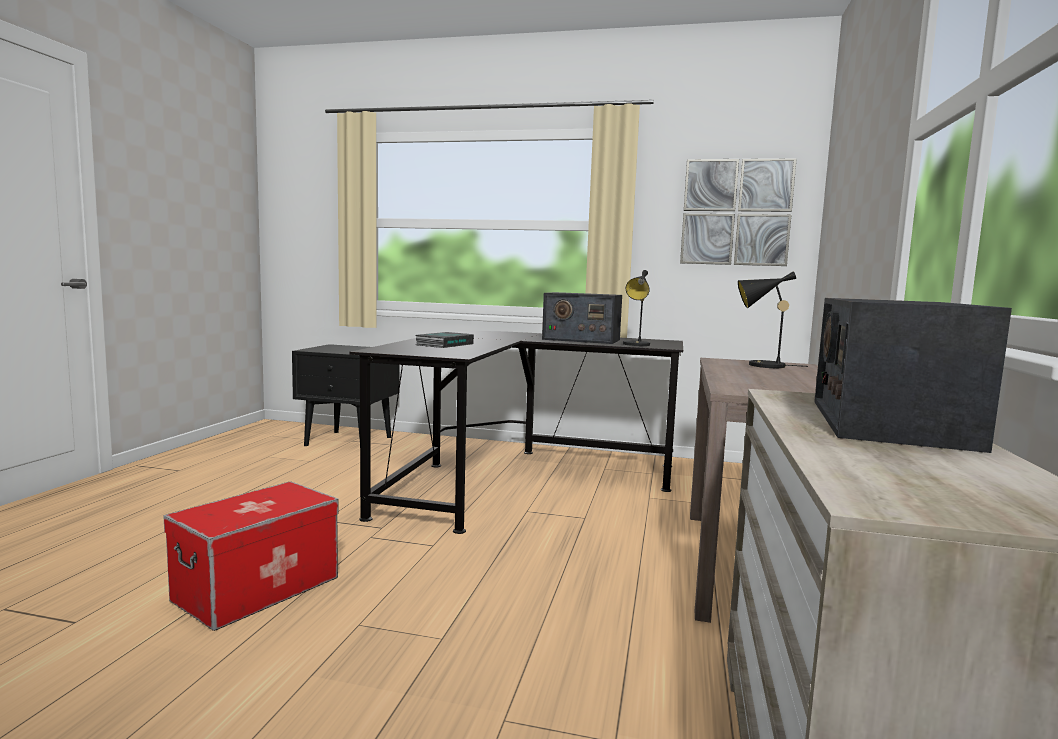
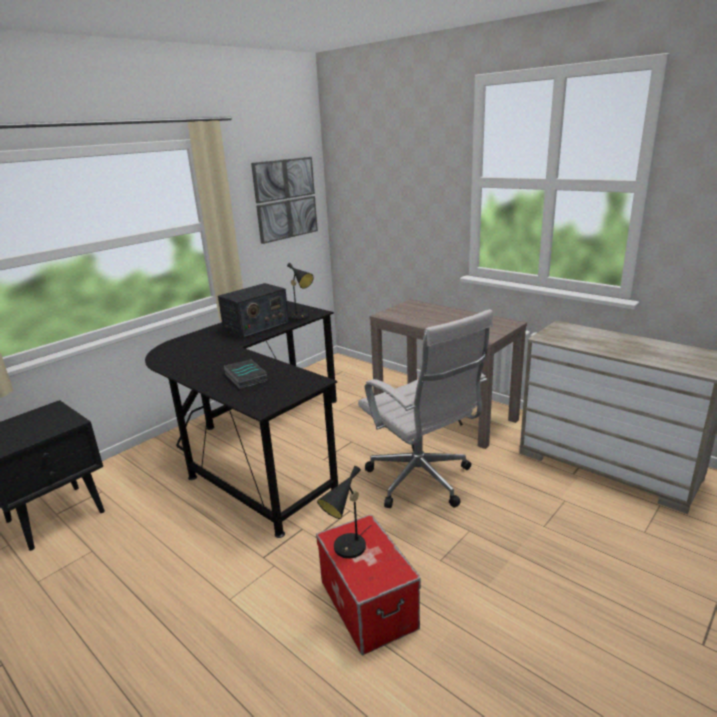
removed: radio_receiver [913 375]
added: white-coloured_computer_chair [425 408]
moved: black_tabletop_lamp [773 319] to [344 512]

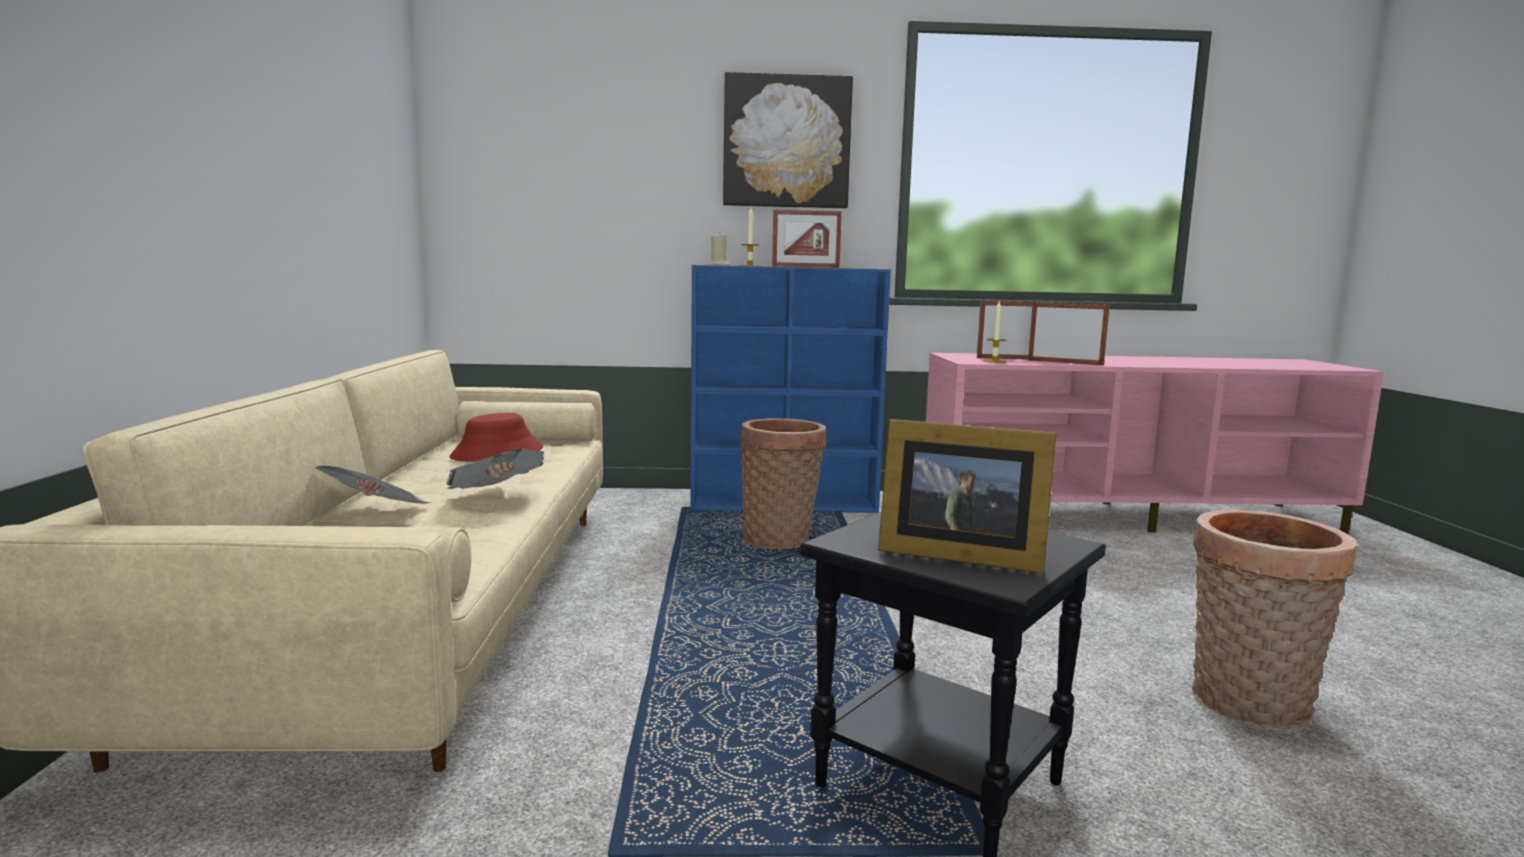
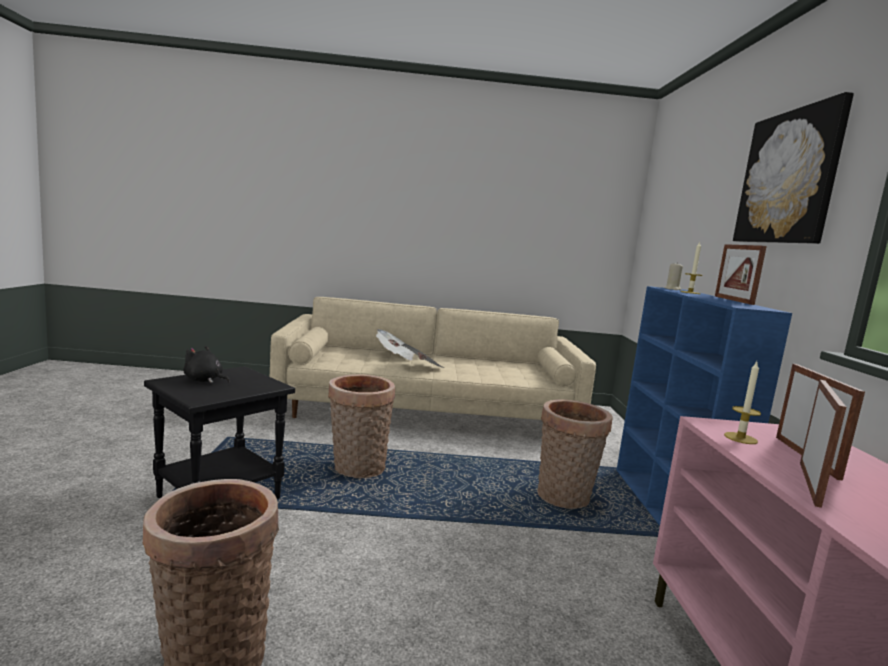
removed: reddish_wearable_hat [497 437]
added: storage_basket [361 426]
replaced: photo_frame [967 496] to black_plush_toy [206 364]

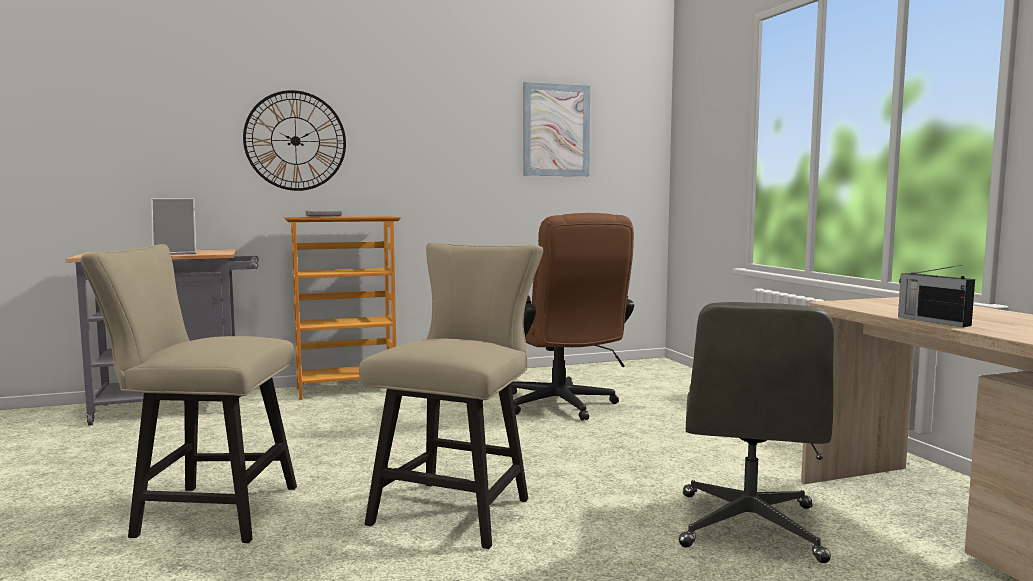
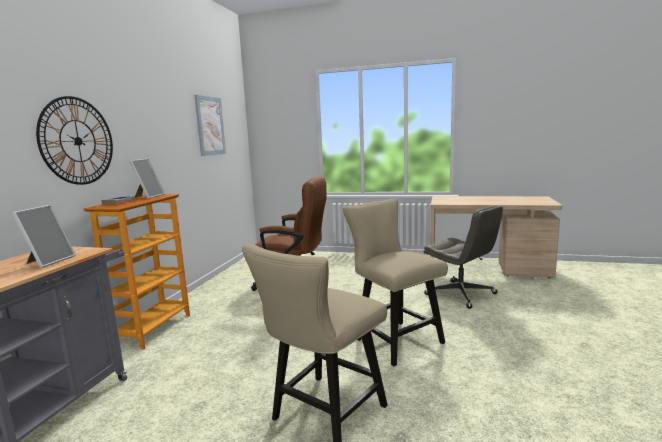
removed: radio_receiver [936 296]
added: photo_frame [147 179]

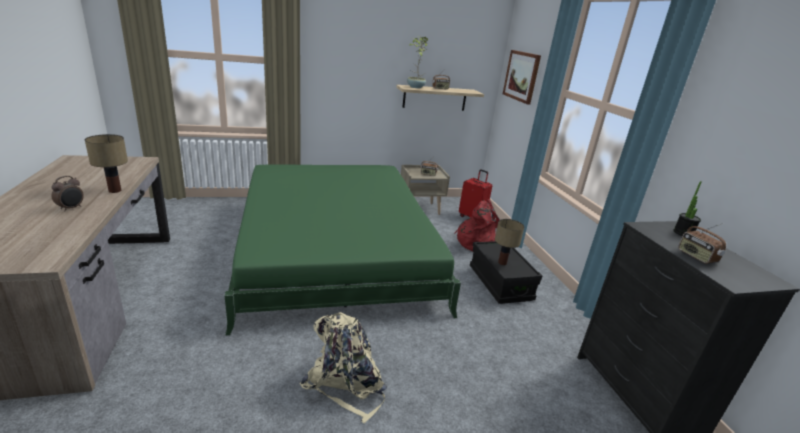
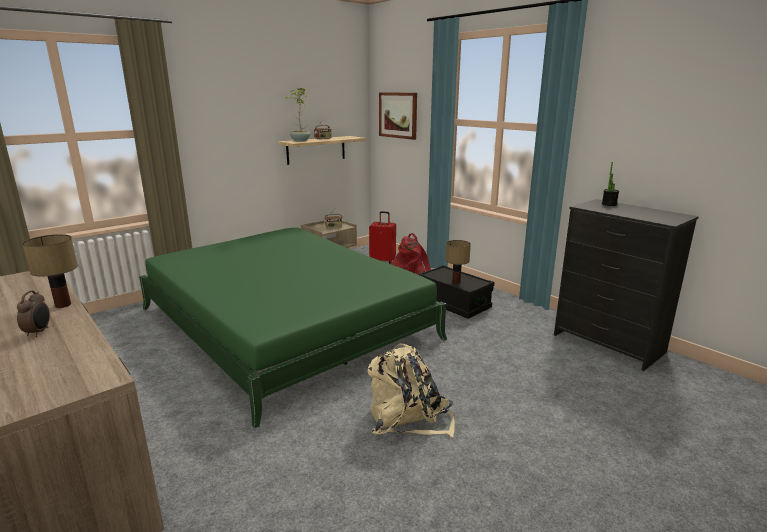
removed: radio_receiver [702 243]

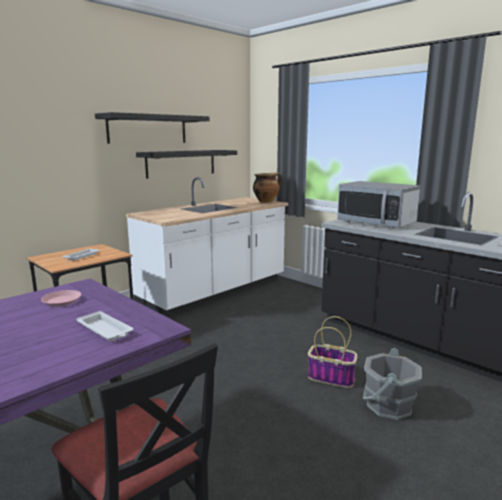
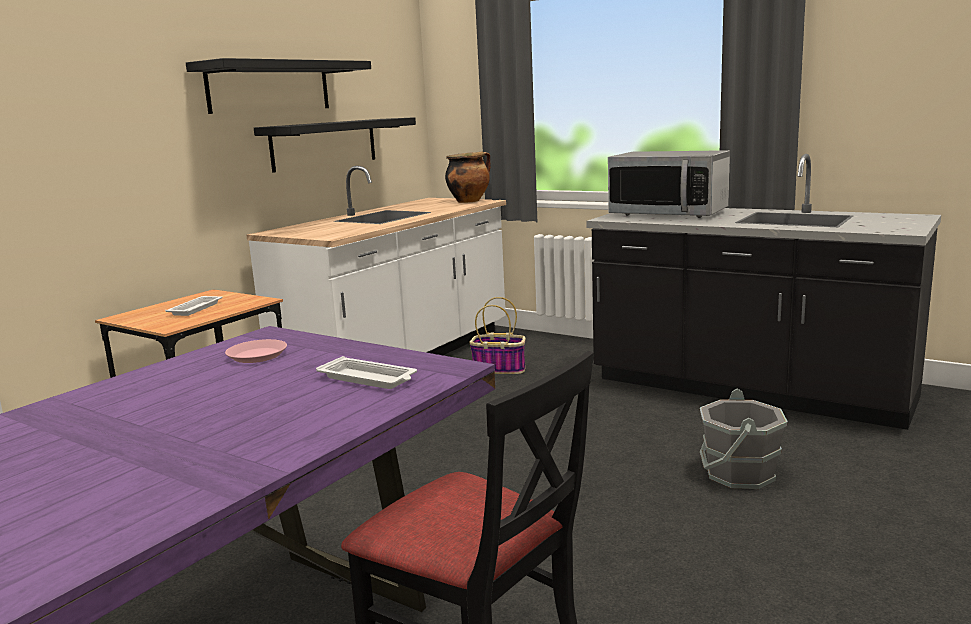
moved: storage_basket [332 352] to [497 335]

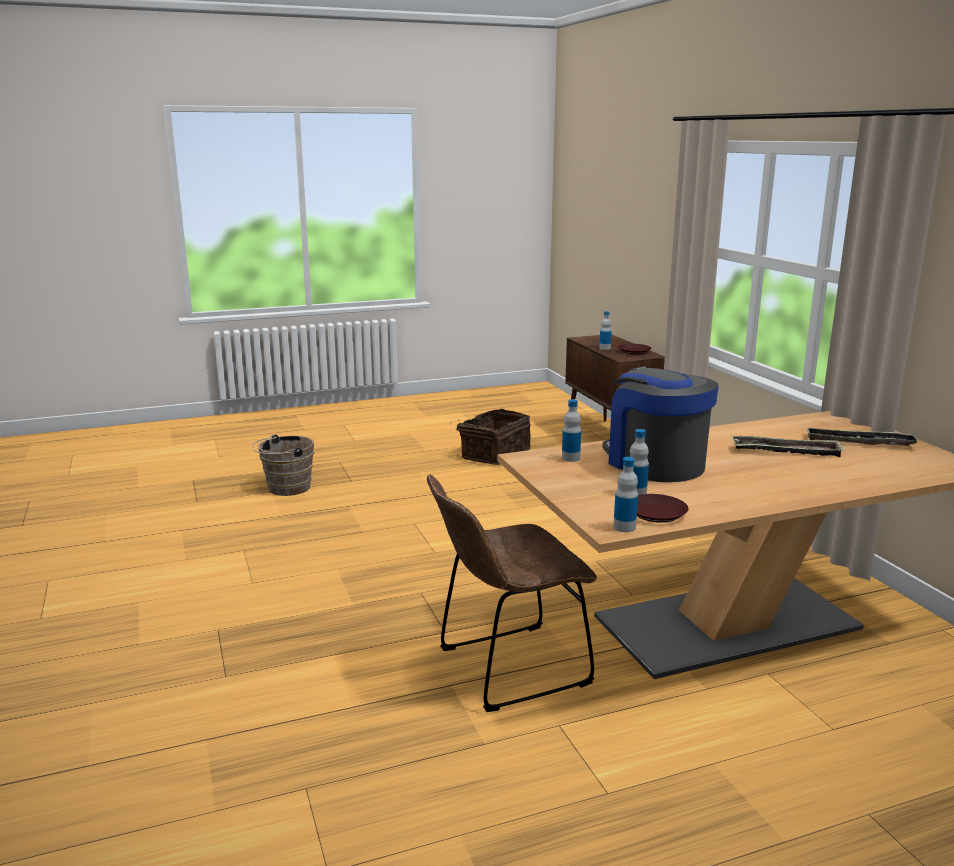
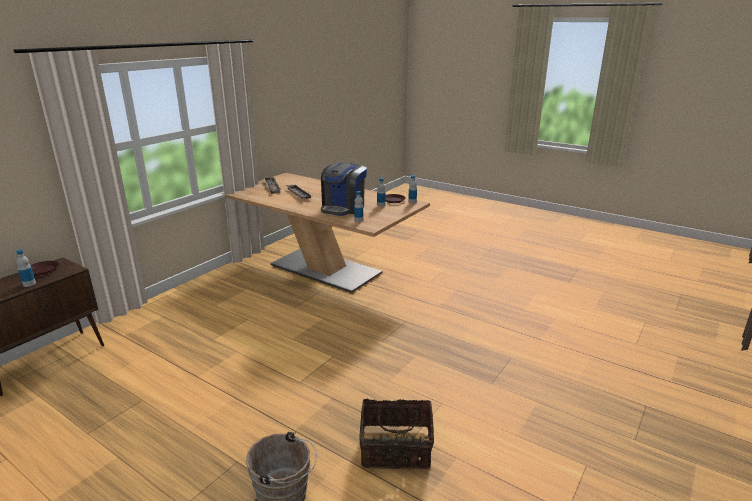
removed: brown_upright_chair [512 593]
moved: storage_basket [494 437] to [396 434]

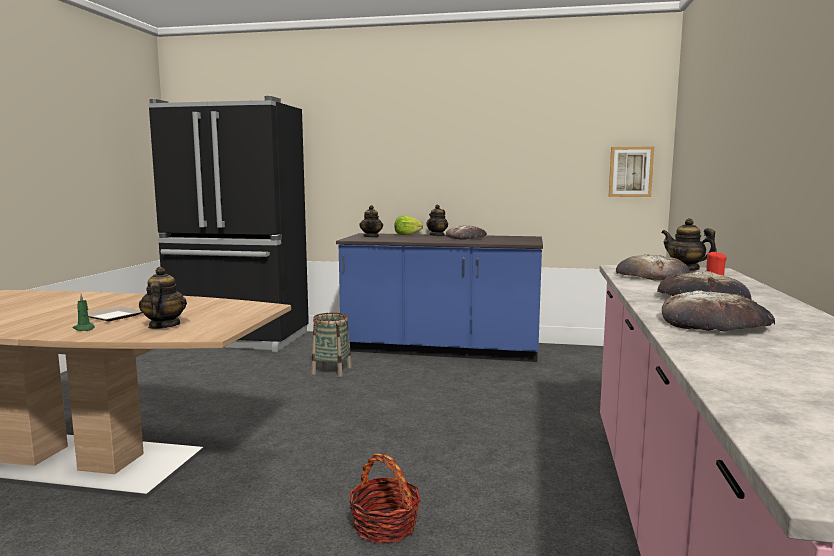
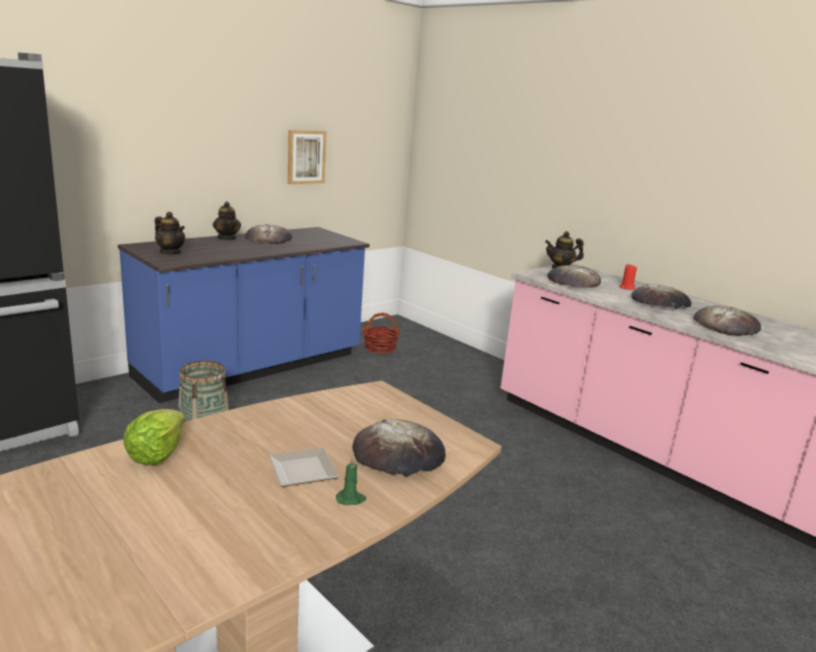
moved: storage_basket [385 498] to [381 333]; lettuce_head [408 225] to [154 437]; wall_picture [631 172] to [307 157]
replaced: pot_for_tea [163 298] to baked_bread [399 448]

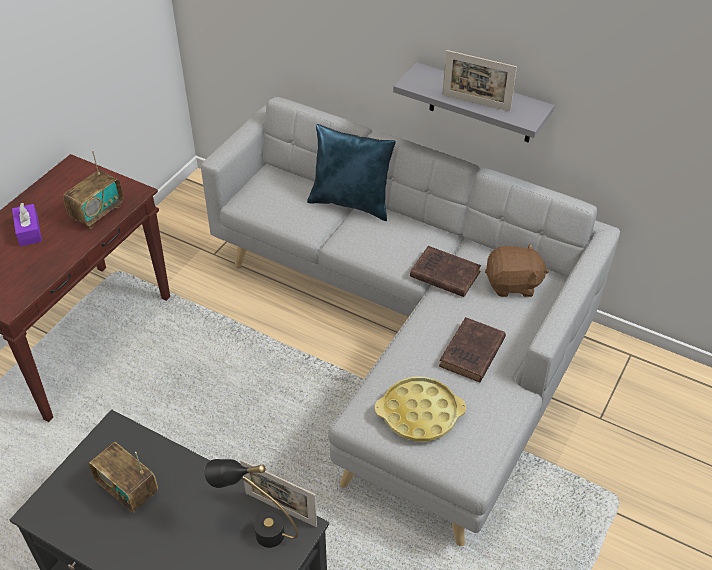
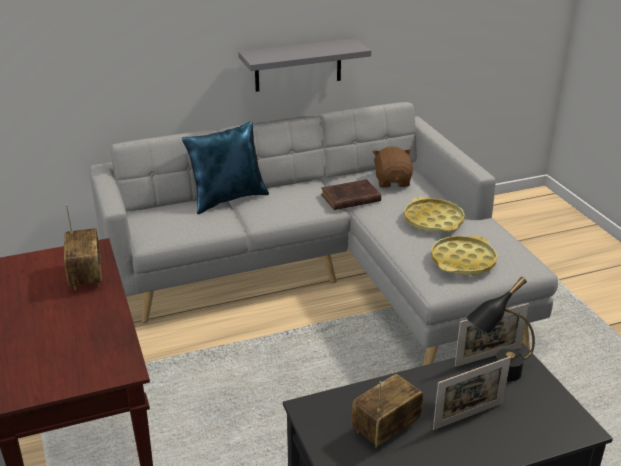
removed: purple-coloured_tissue_box [27 224]
moved: photo_frame [479 80] to [472 393]
replaced: brown_bound_book [472 349] to yellow-coloured_carrying_tray [434 214]
turned: radio_receiver [123 477] = [387 411] 150 degrees clockwise; brown_plush_toy [517 270] = [393 167] 45 degrees counterclockwise

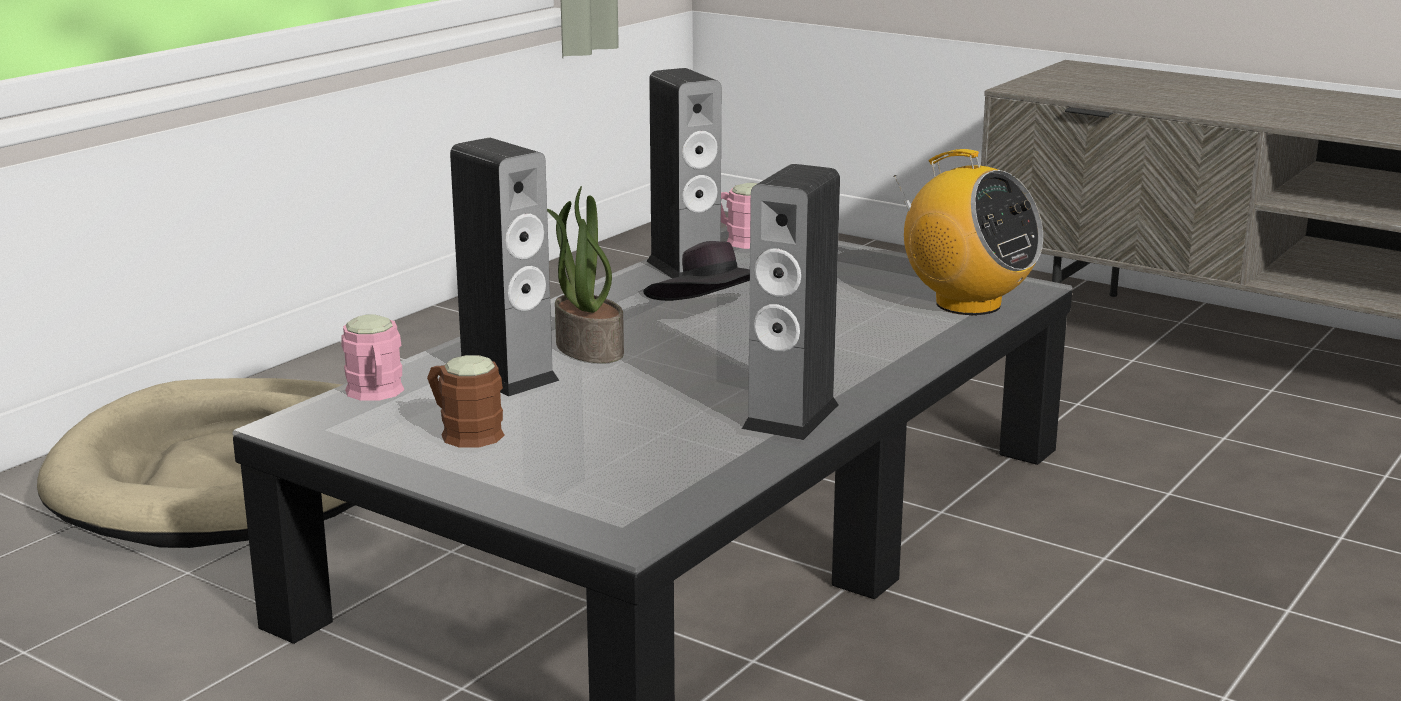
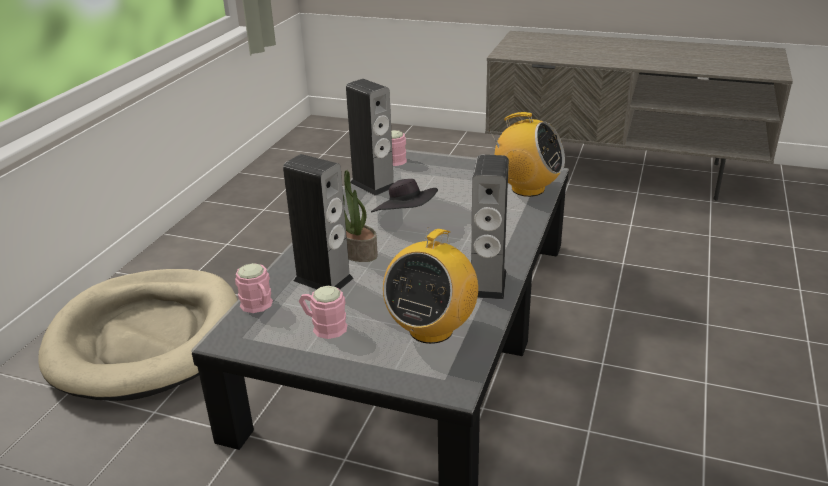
added: radio_receiver [430 285]
recoloured: brown_tea_mug [465 401] to pink-coloured_tea_mug [323 312]

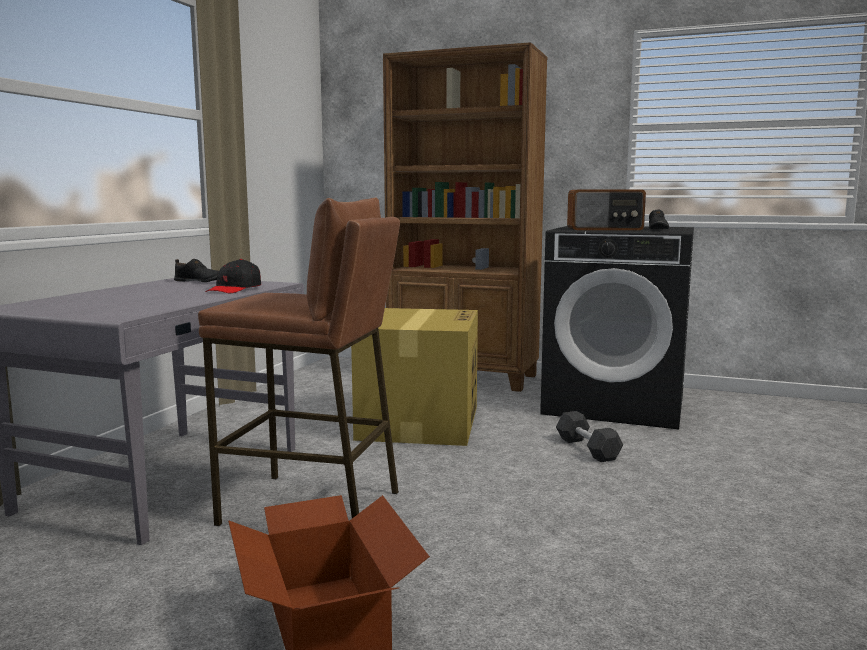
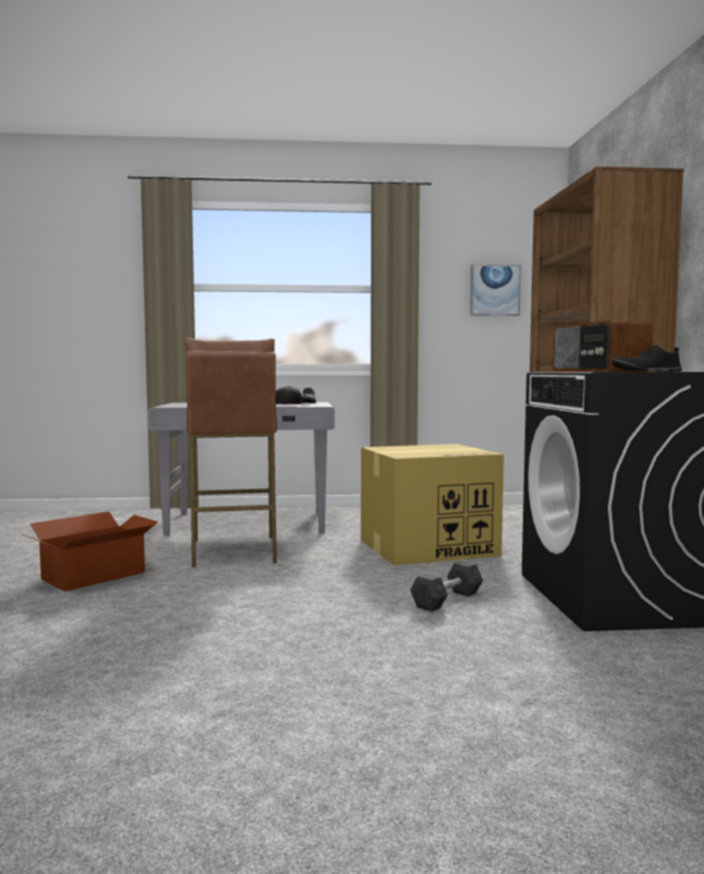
added: wall_picture [495 290]

